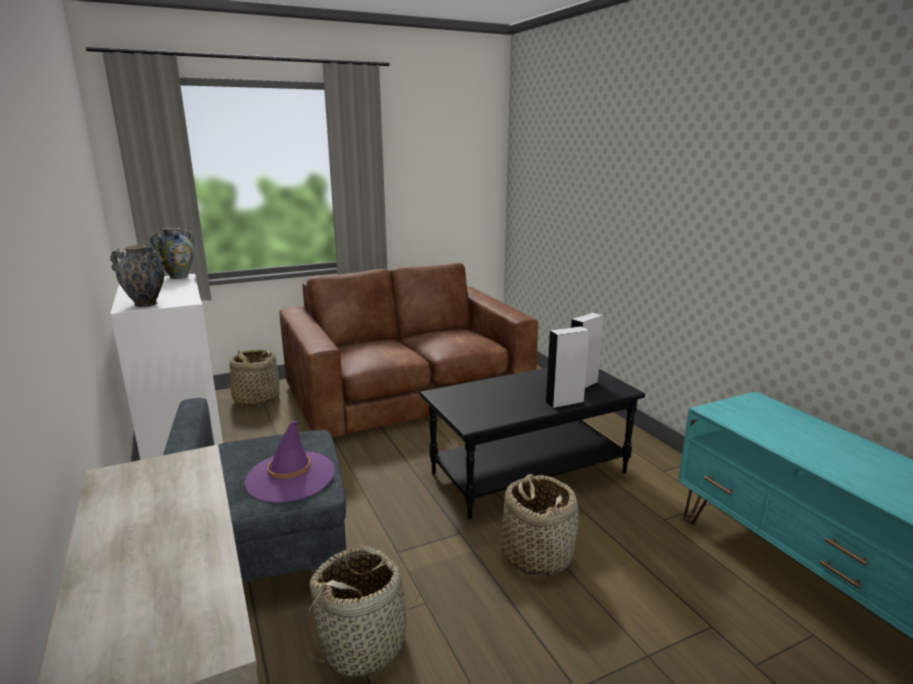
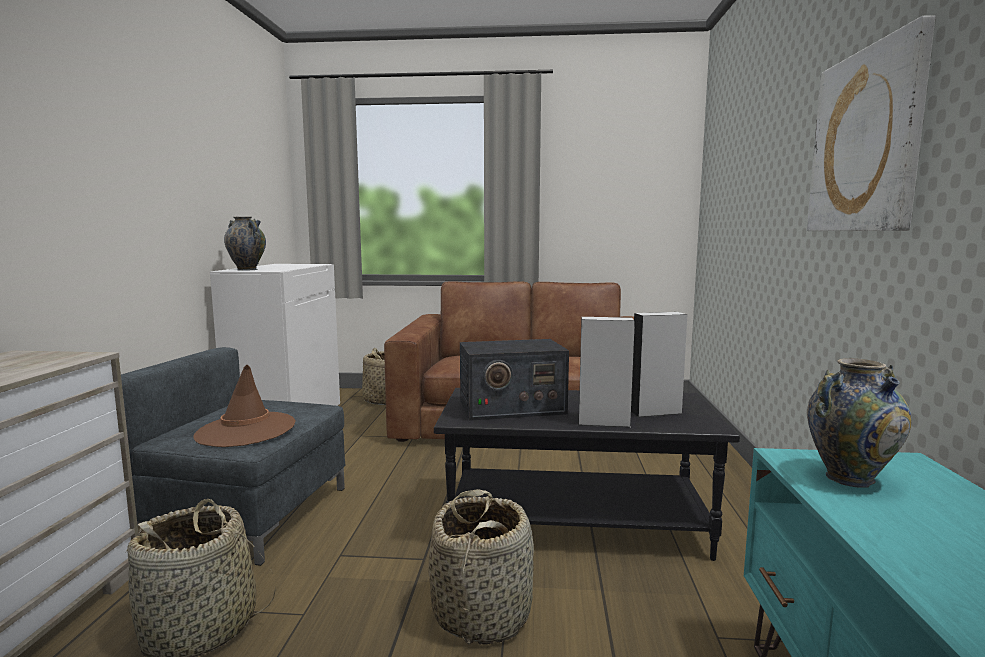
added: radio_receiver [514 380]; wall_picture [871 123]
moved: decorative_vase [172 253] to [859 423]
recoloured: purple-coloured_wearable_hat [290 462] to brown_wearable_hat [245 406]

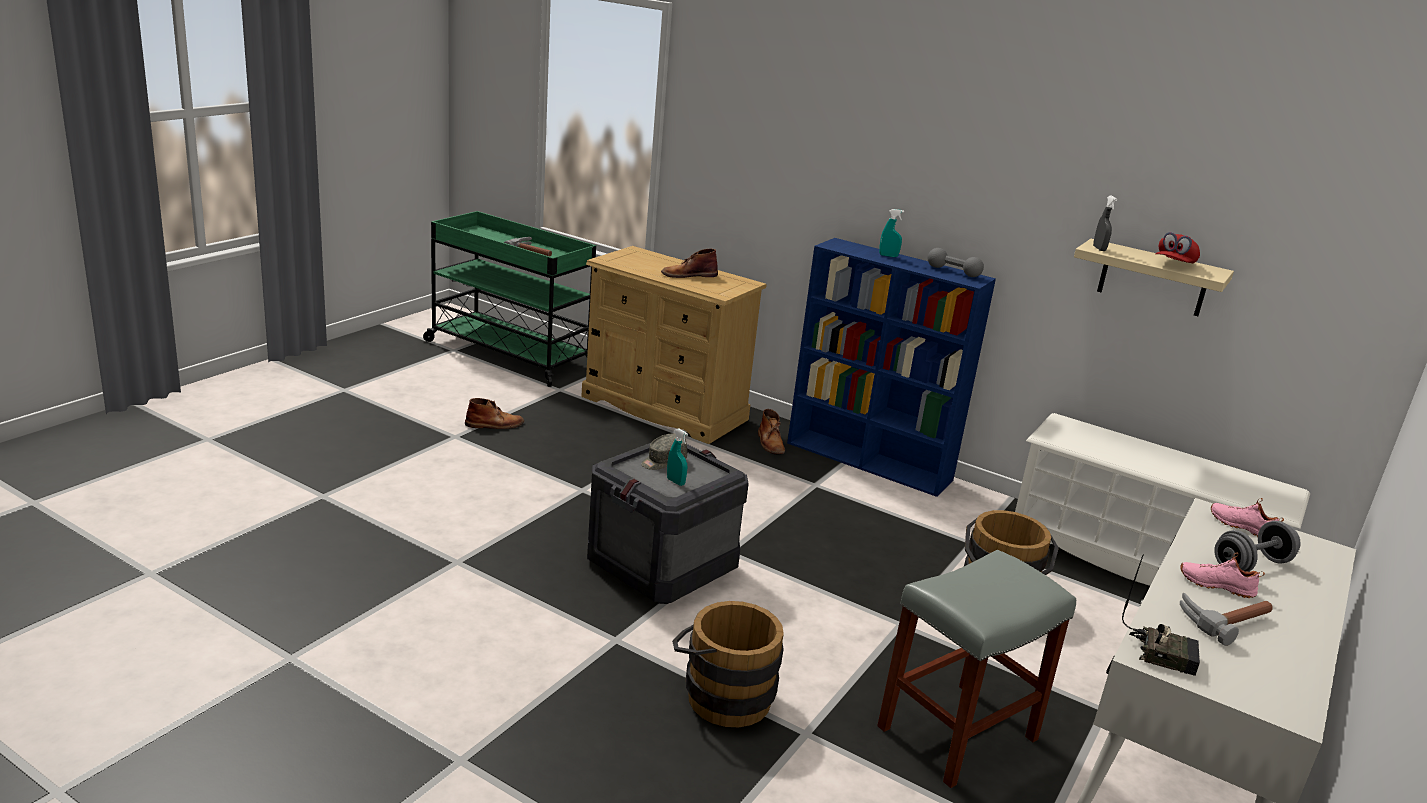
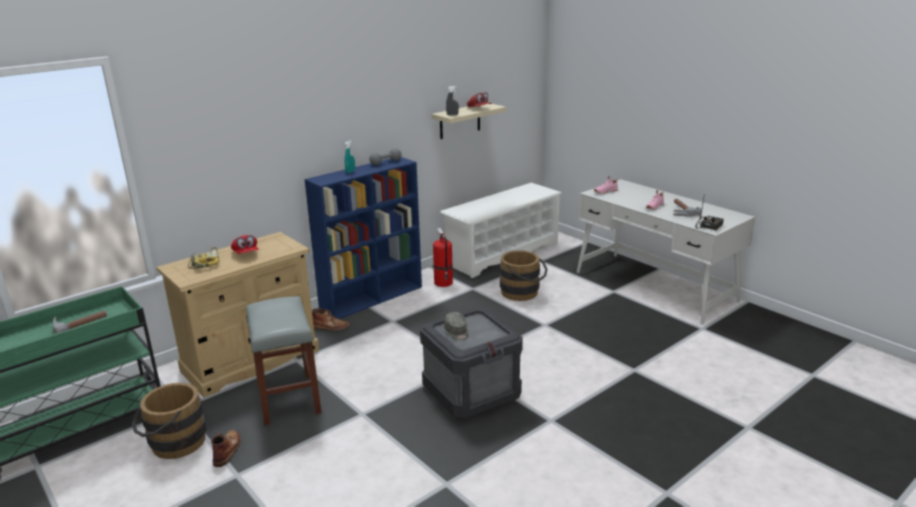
removed: turquoise-coloured_hand_sprayer [677 457]; grey_free_weight [1257 546]
added: drill [203 258]; fire-fighting_cylinder [443 257]
moved: brown_pail [728 664] to [169 421]; grey_stool_seat [976 669] to [284 360]
replaced: brown_tall_boot [689 263] to reddish_baseball_cap [245 244]

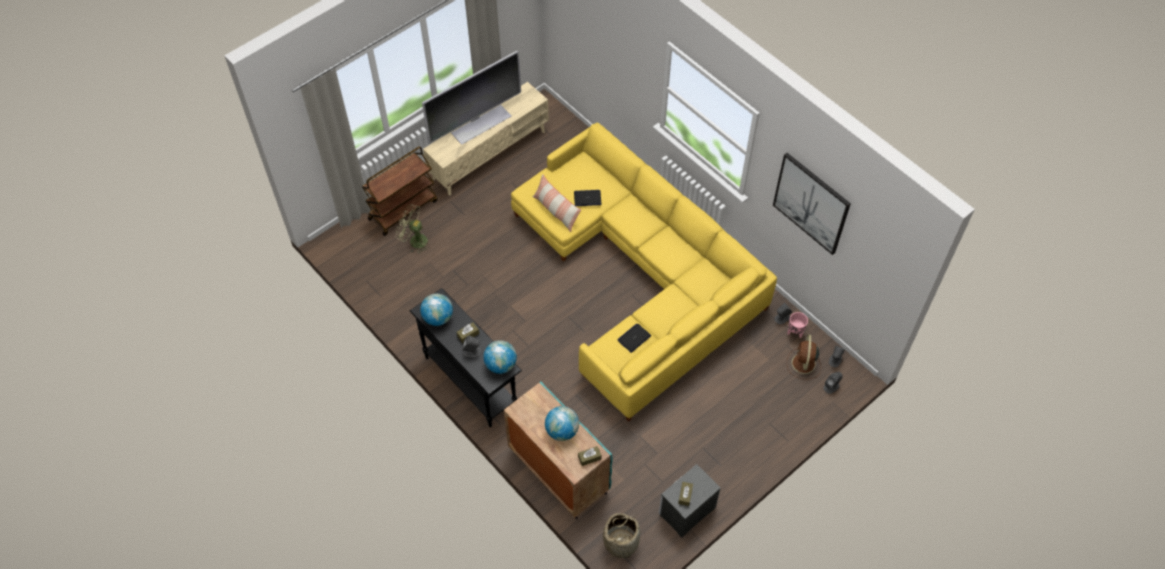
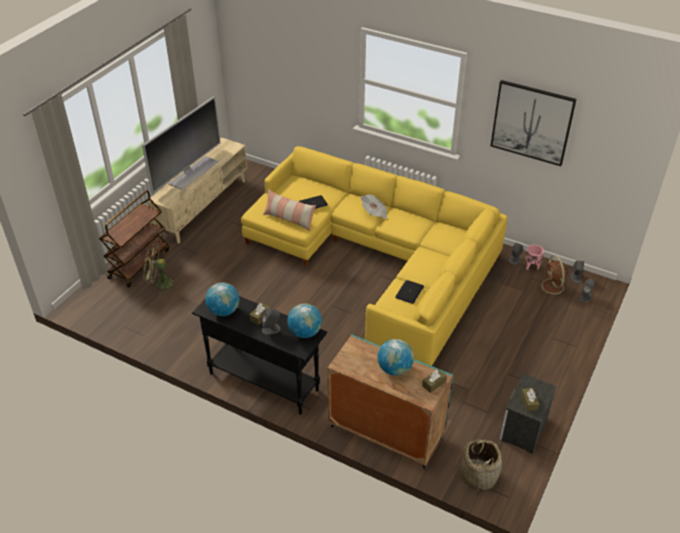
added: printed_paper [374 206]

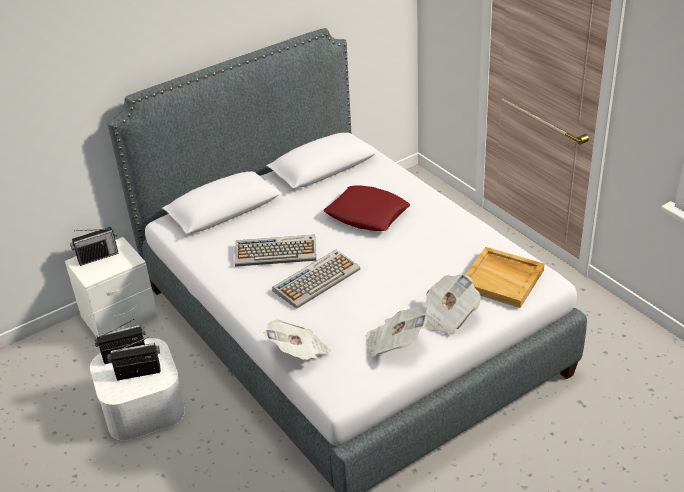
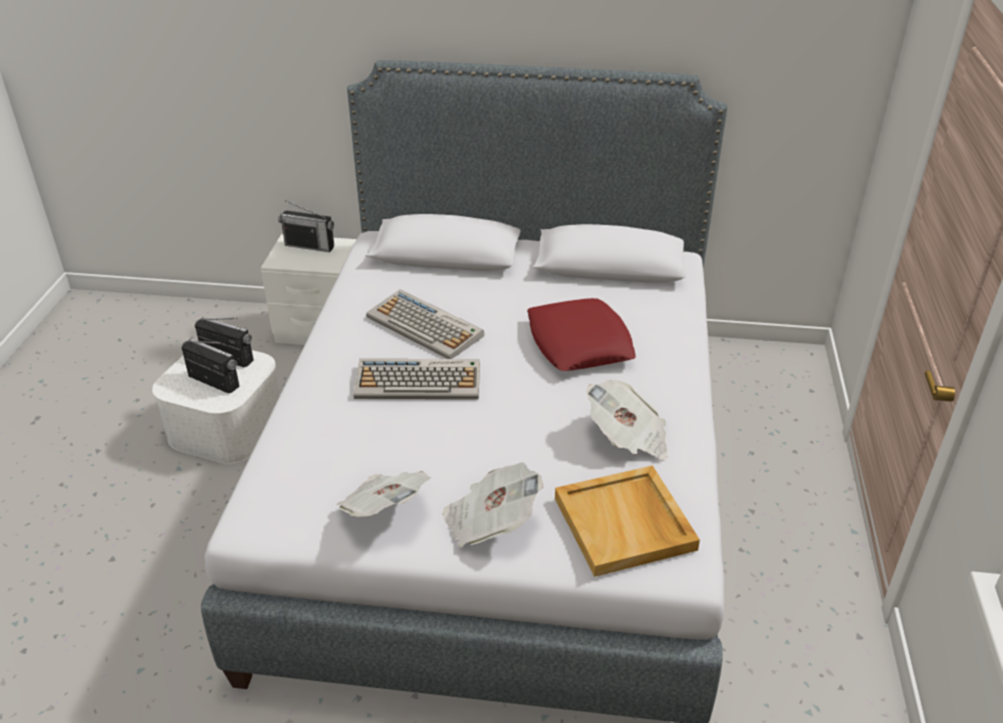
moved: printed_paper [297 340] to [626 419]

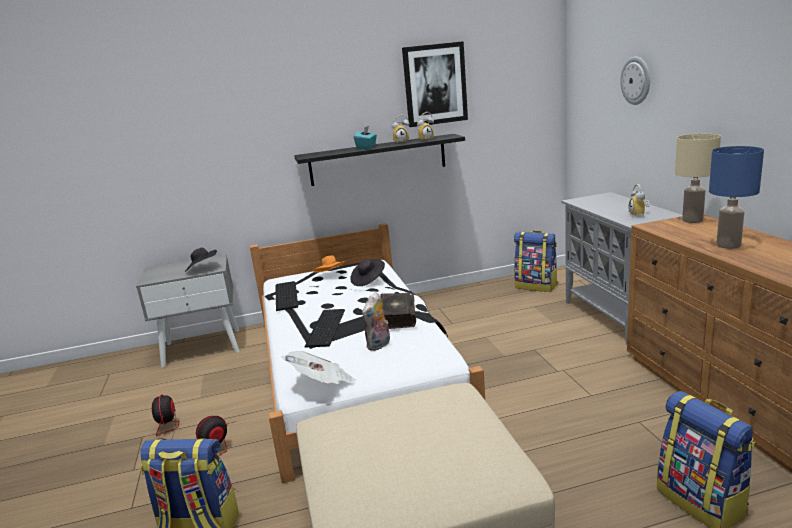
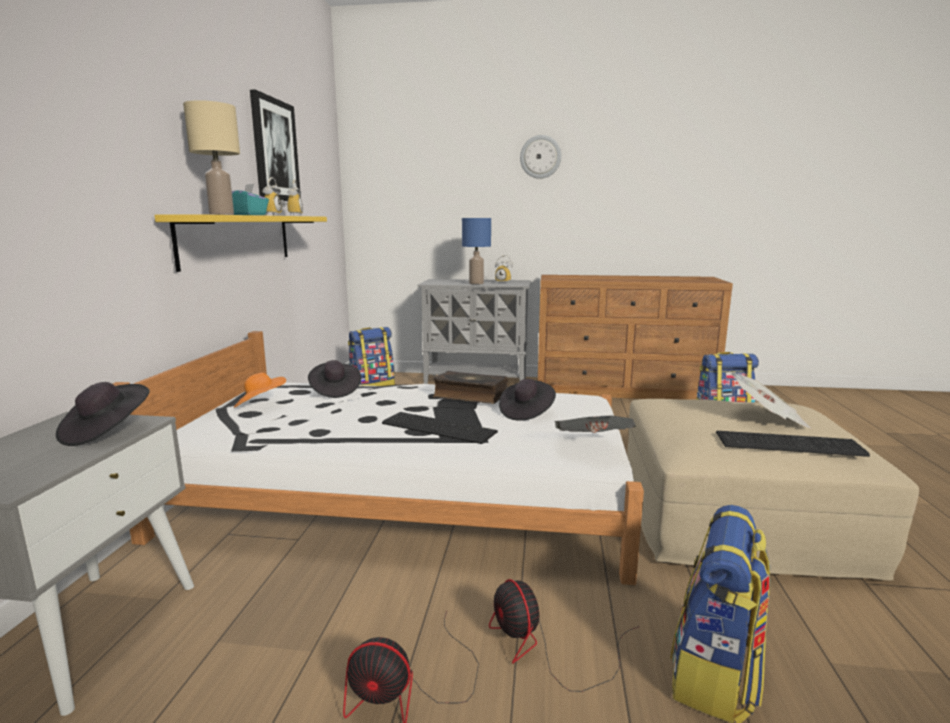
added: printed_paper [770 400]
moved: keyboard [286 296] to [793 444]; clock_on_the_wall [635 80] to [540 157]; sand-coloured_tabletop_lamp [698 178] to [211 157]; bluish_tabletop_lamp [736 197] to [476 251]
replaced: plush_toy [376 321] to black_wearable_hat [527 400]
recoloured: black_bracket_shelf [379 160] to yellow-coloured_bracket_shelf [240 243]

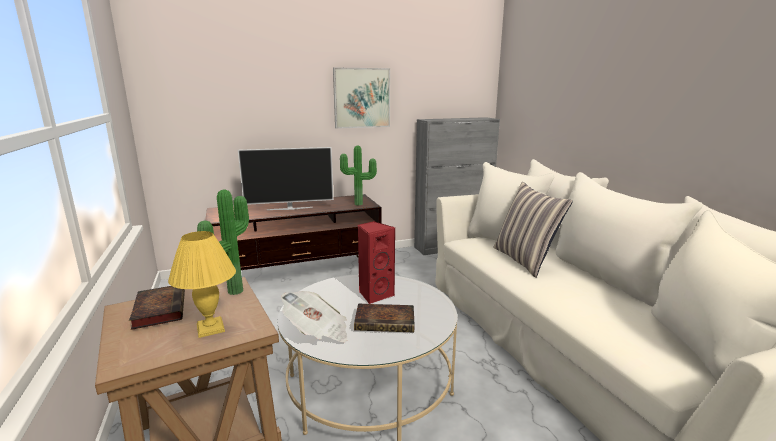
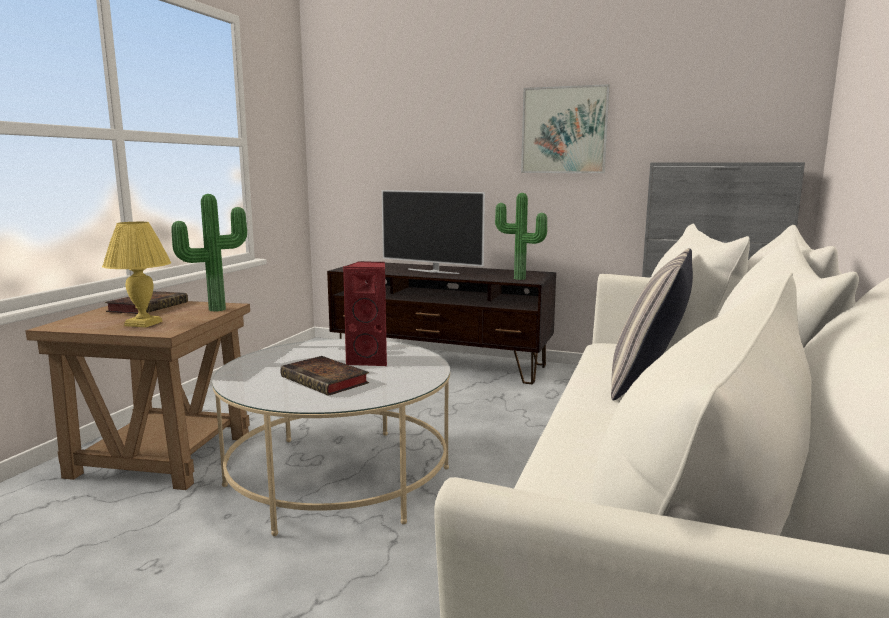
removed: printed_paper [314 316]

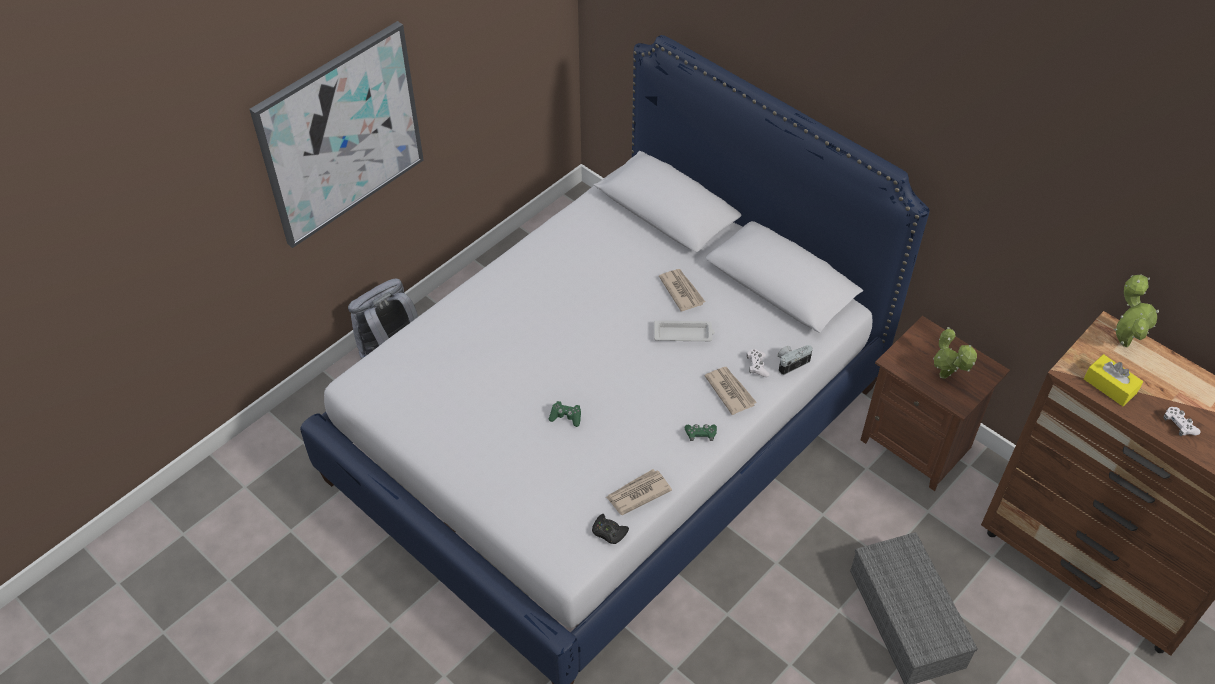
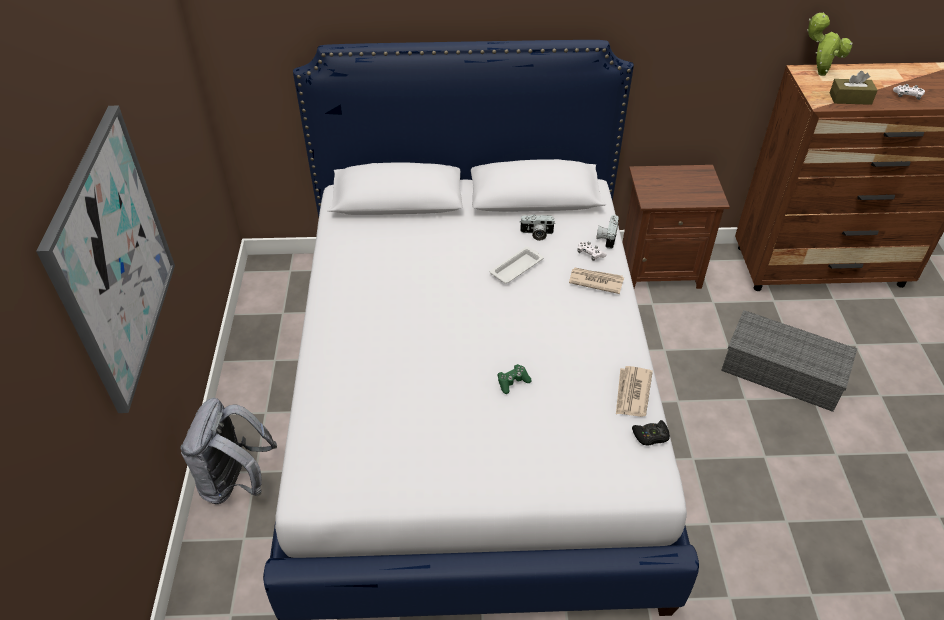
removed: printed_paper [682 290]; green_game_controller [701 432]; houseplant [955 353]
added: still_camera [538 228]
recoloured: yellow-coloured_tissue_box [1113 380] to brown_tissue_box [854 88]

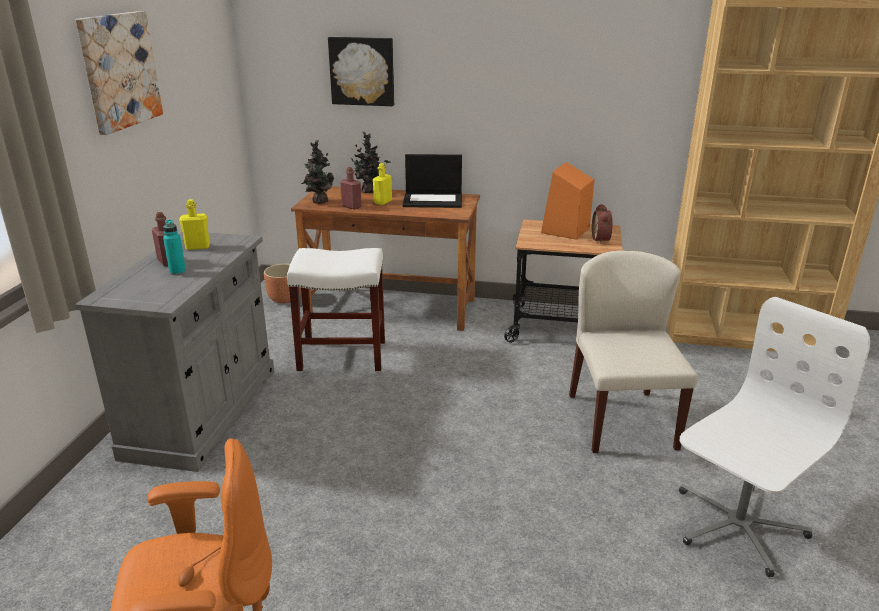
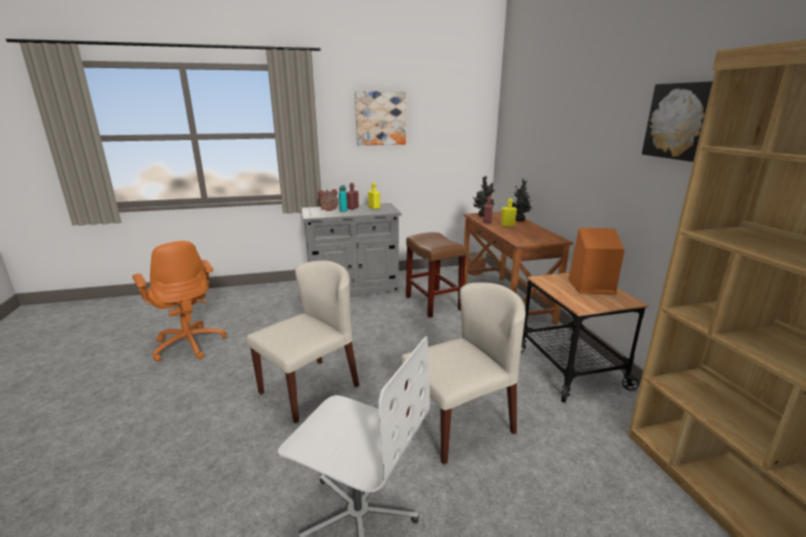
removed: notebook_computer [432 181]
added: sand-coloured_upright_chair [302 342]
moved: wall_picture [361 71] to [677 121]; bedside_clock [602 224] to [328 200]
recoloured: white-coloured_stool_seat [336 310] to brown_stool_seat [436 275]

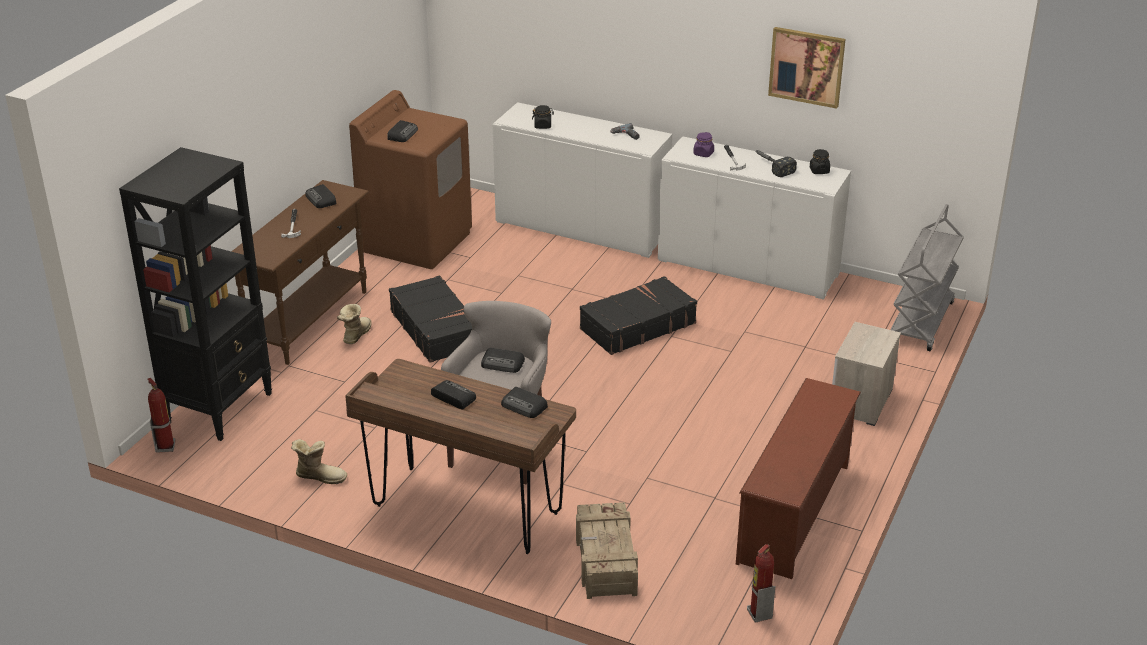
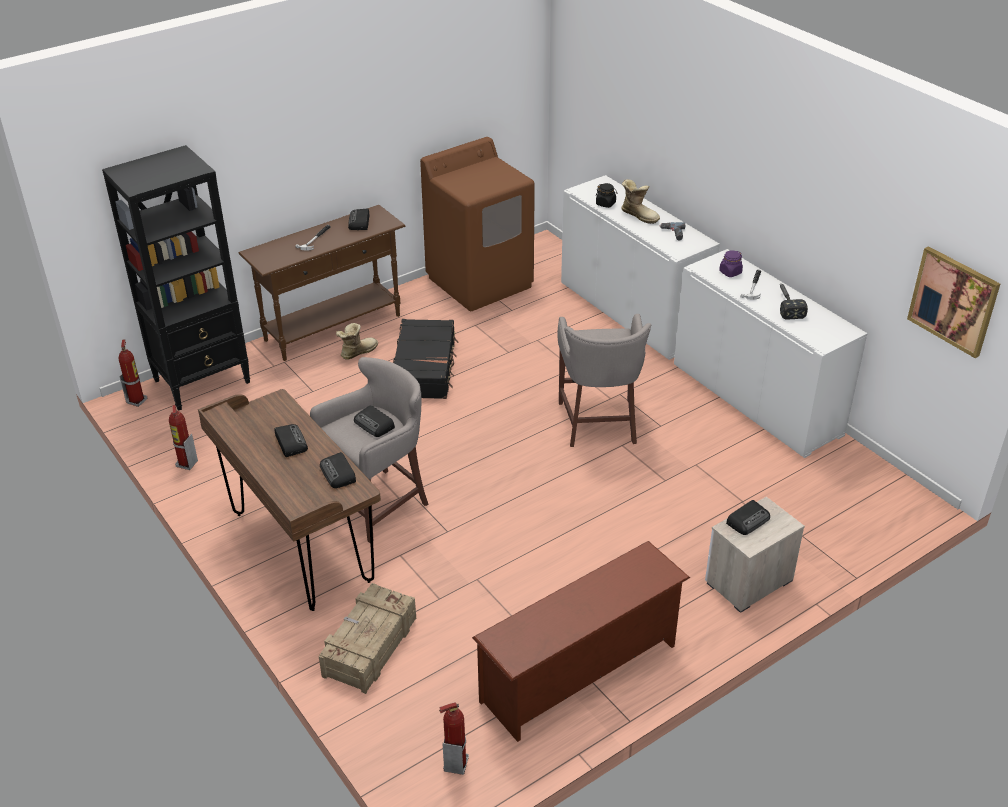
removed: black_storage_jar [820 161]; grey_cart [927 277]
added: fire-fighting_cylinder [183 437]
moved: tall_boot [319 461] to [640 201]; radio_receiver [402 131] to [748 517]; wall_picture [807 68] to [953 302]
replaced: black_suitcase [638 315] to grey_stool_seat [604 380]

